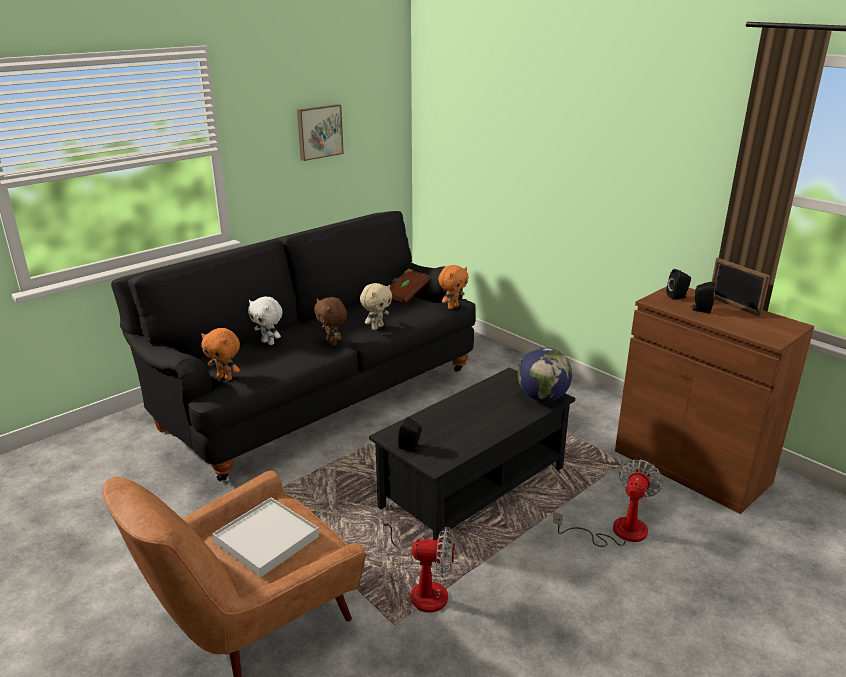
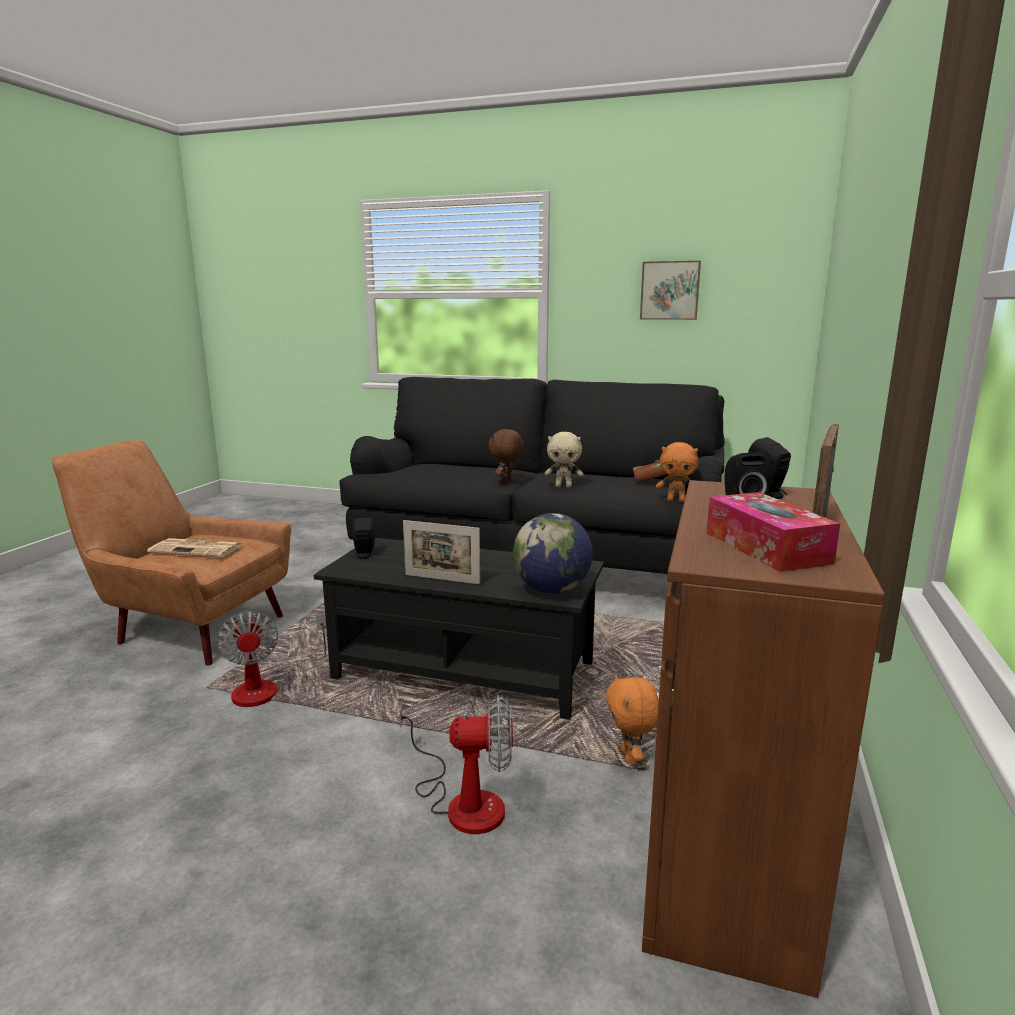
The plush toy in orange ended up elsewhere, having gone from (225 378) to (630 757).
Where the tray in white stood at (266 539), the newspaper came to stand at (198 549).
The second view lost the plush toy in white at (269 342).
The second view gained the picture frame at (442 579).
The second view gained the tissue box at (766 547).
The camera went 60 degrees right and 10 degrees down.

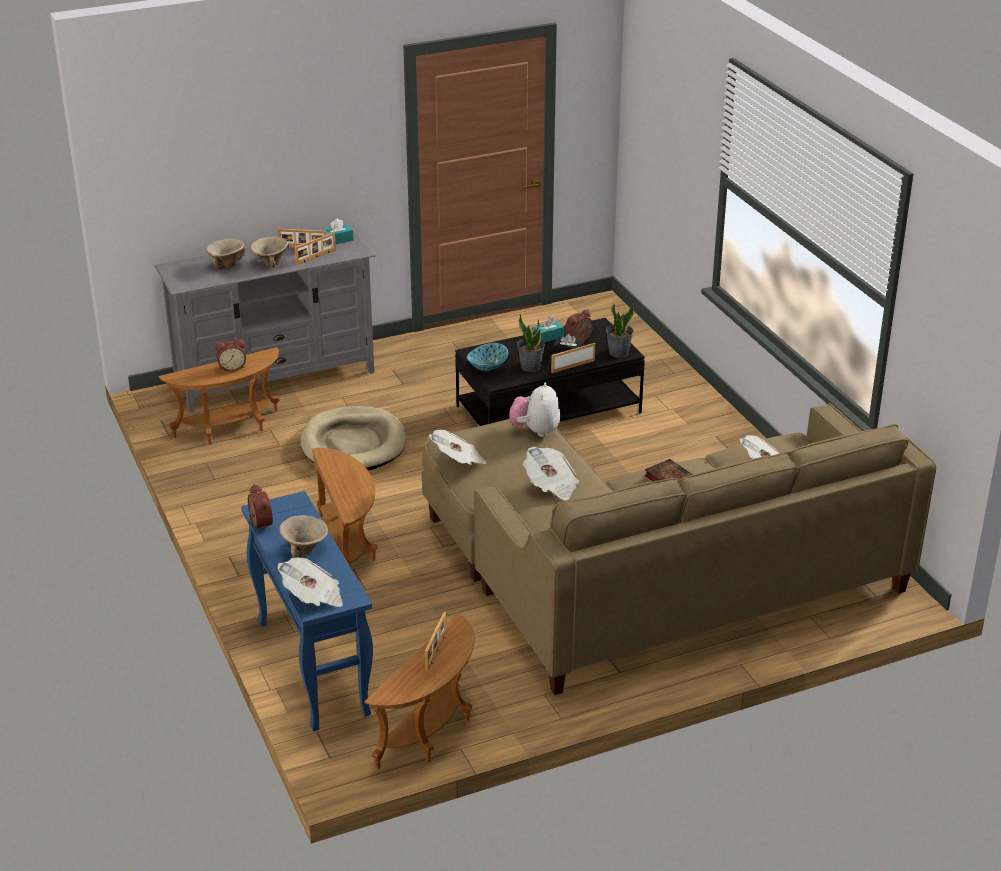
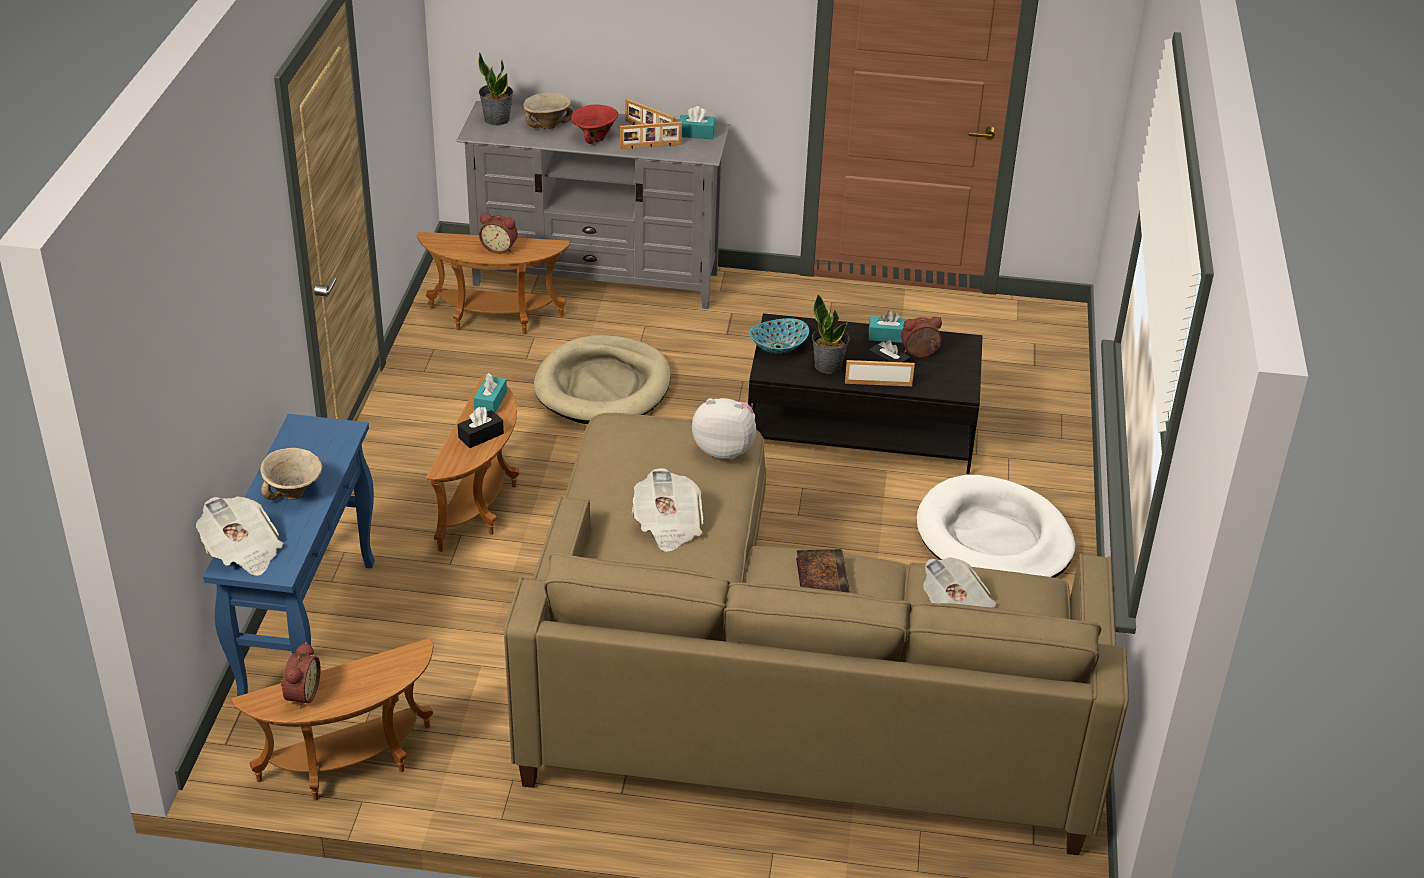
The alarm clock ended up elsewhere, having gone from (259 524) to (300 694).
What was the bowl in beige at (270 263) turned into the bowl in red at (594 137).
The second view lost the picture frame at (437 651).
The second view lost the newspaper at (458 460).
The plush toy at (535 431) ended up facing another way, 60 degrees clockwise from before.
The potted plant ended up elsewhere, having gone from (618 352) to (497 119).
The second view gained the tissue box in black at (481 436).
The second view gained the tissue box in turquoise at (490 402).
The second view gained the dog bed in white at (994 538).
The camera went 30 degrees right and 5 degrees up.

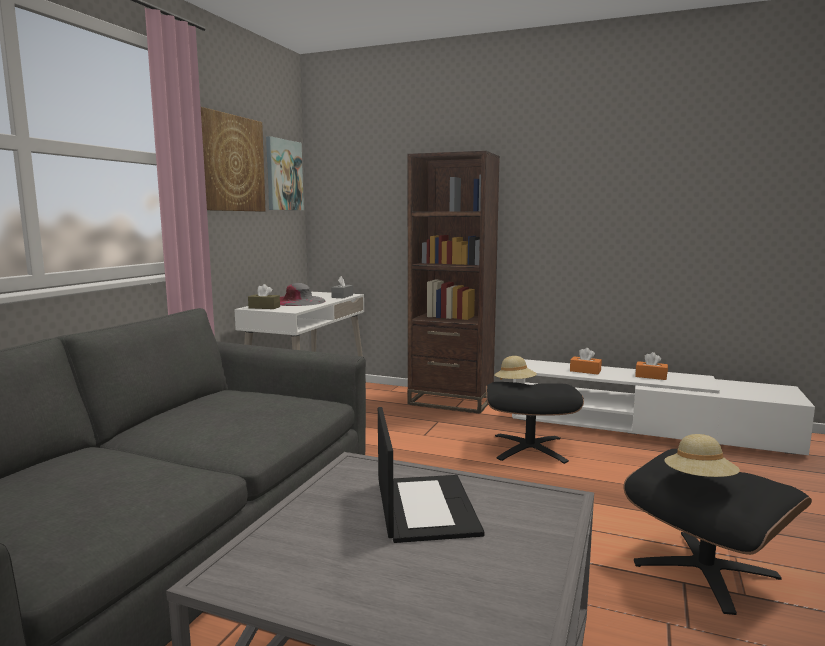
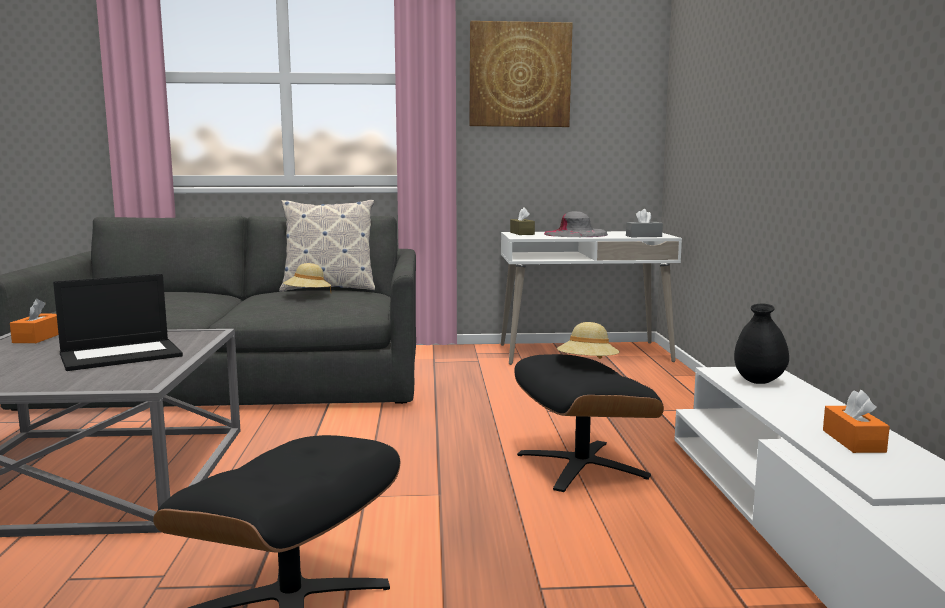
The second view lost the picture at (283 175).
The second view lost the bookcase in brown at (451 401).
The tissue box in orange ended up elsewhere, having gone from (585 371) to (38 338).
The hat in beige ended up elsewhere, having gone from (699 481) to (307 296).
The second view gained the pillow at (329 288).
The second view gained the vase in black at (759 381).
The camera went 65 degrees right and 0 degrees up.

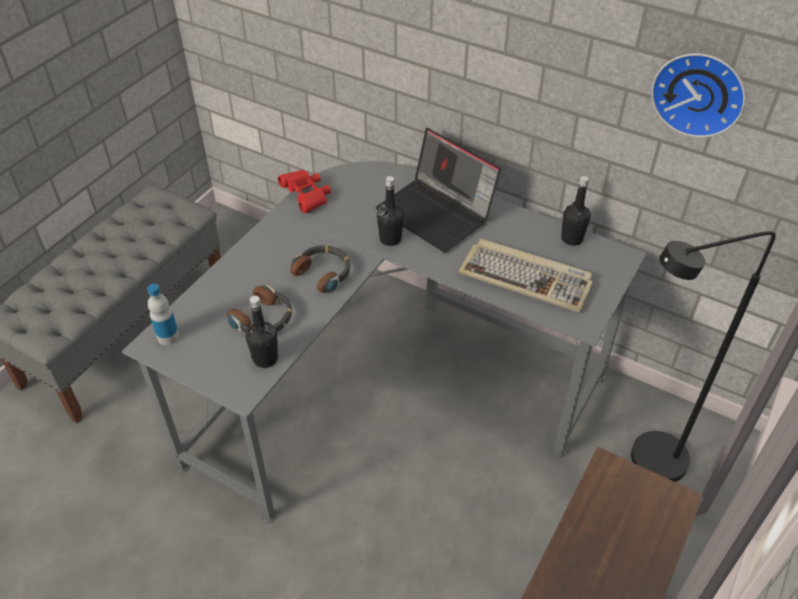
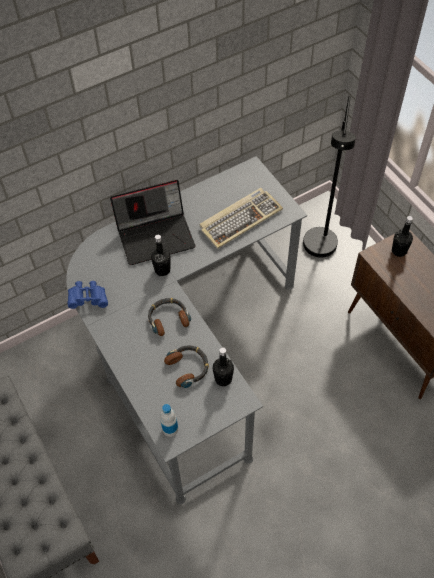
What was the binoculars in red at (307 197) turned into the binoculars in blue at (88 299).
The bottle in black ended up elsewhere, having gone from (571 239) to (399 251).
The second view lost the wall clock at (699 92).
The camera went 60 degrees left and 10 degrees up.

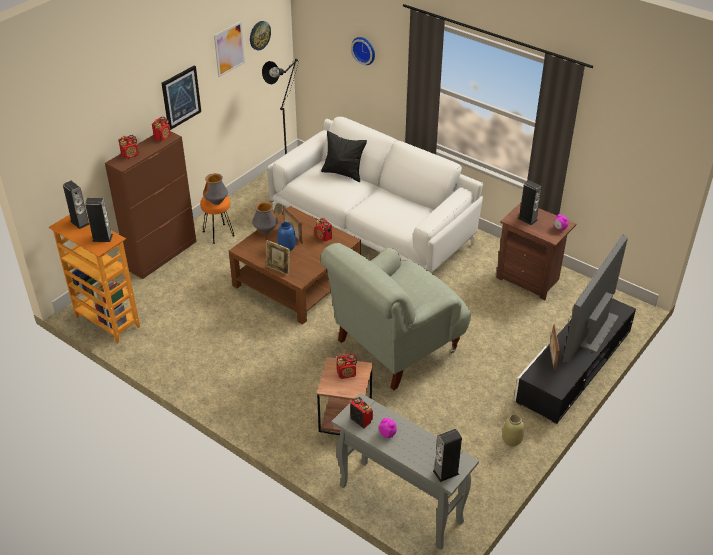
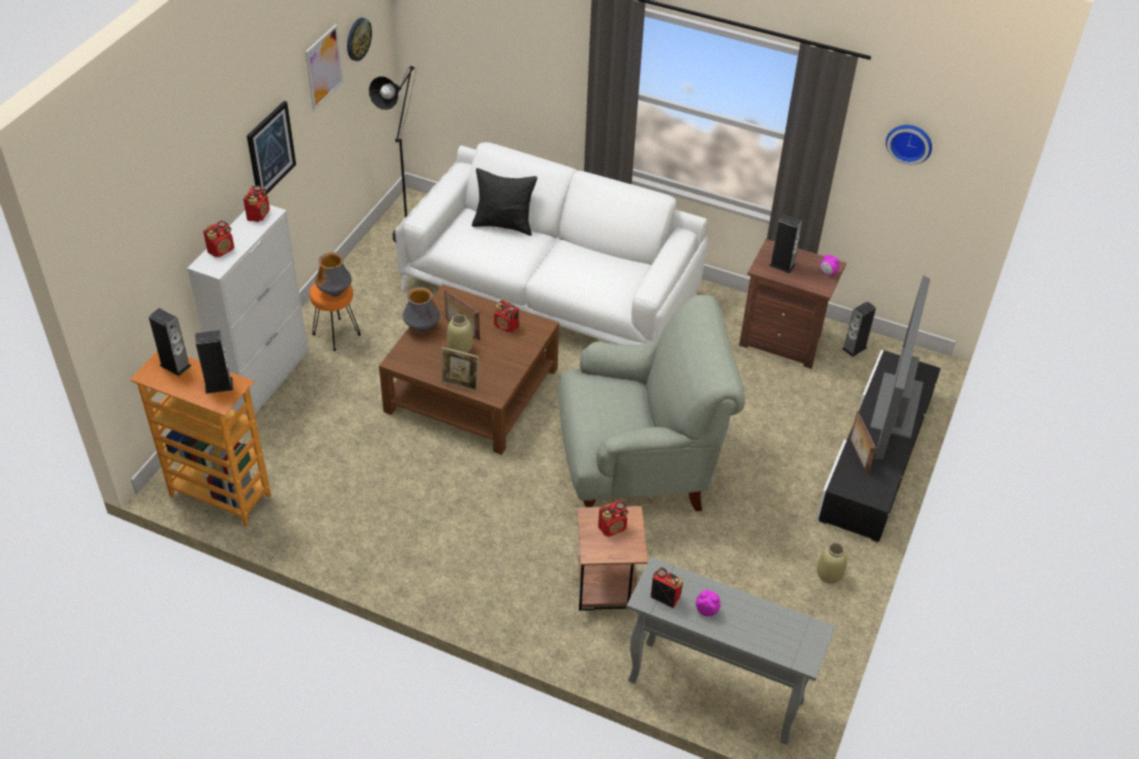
What was the cabinet in brown at (162 255) turned into the cabinet in white at (265 379).
What was the vase in blue at (287 247) turned into the vase in beige at (460 348).
The armchair in grey at (395 347) ended up facing another way, 135 degrees counterclockwise from before.
The wall clock ended up elsewhere, having gone from (364 50) to (909 142).
The speaker ended up elsewhere, having gone from (446 472) to (854 348).
The camera went 15 degrees left and 5 degrees up.

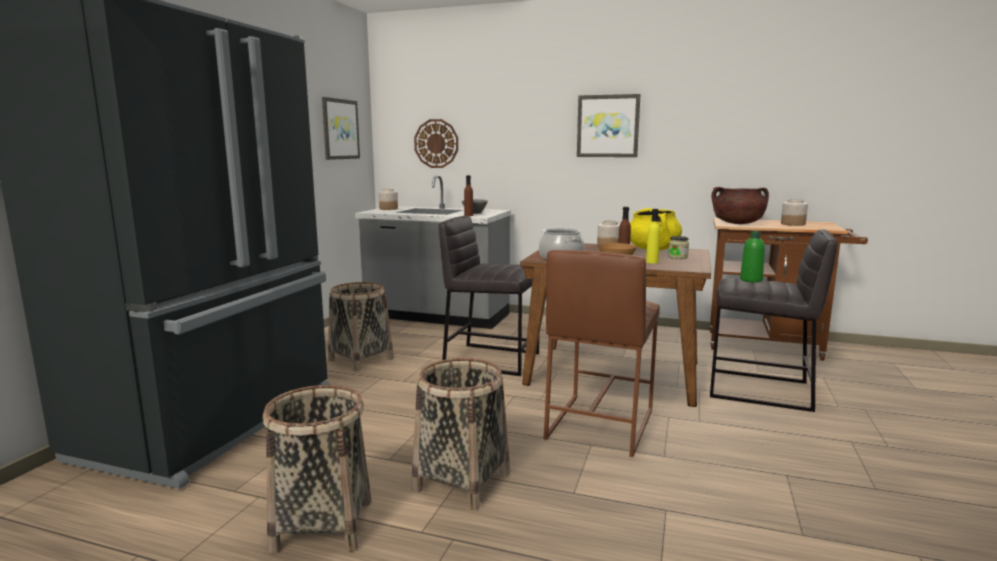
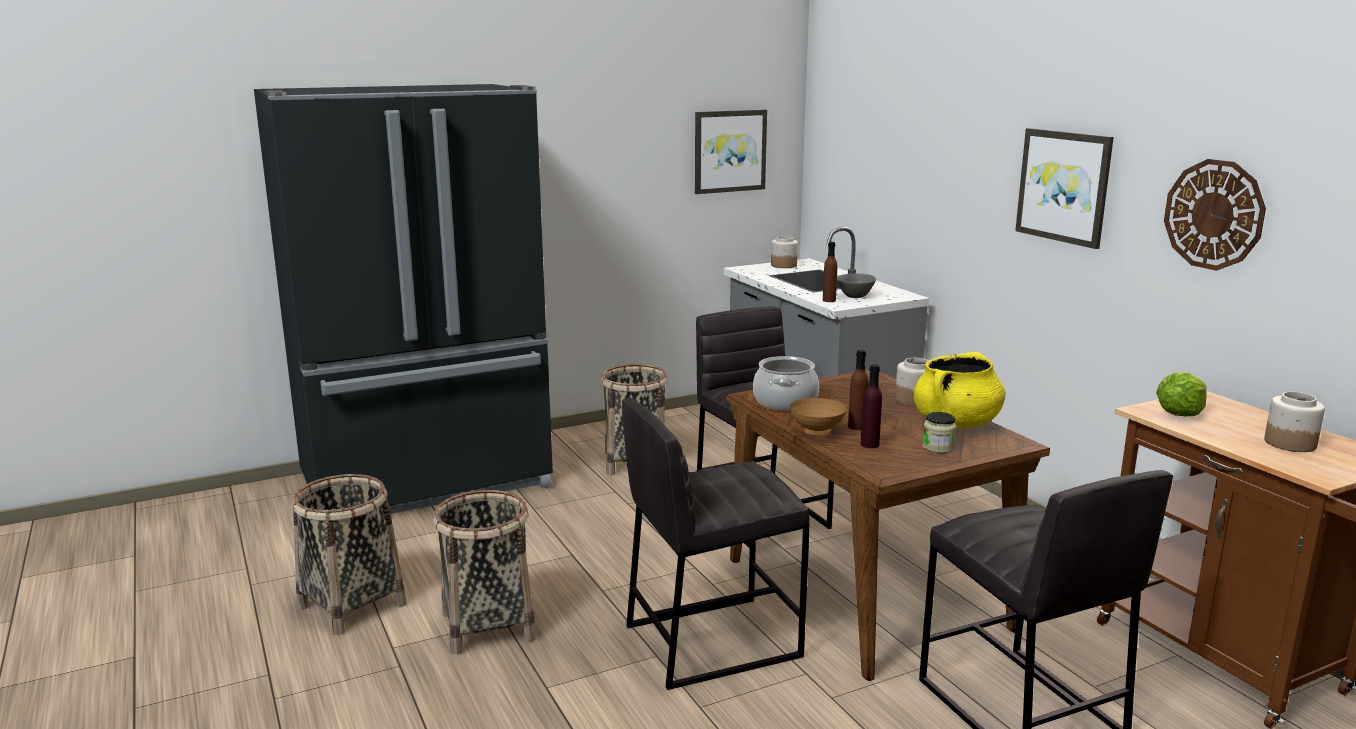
The wall clock ended up elsewhere, having gone from (436 143) to (1214 214).
What was the stool in brown at (598 424) turned into the stool in grey at (710 640).
What was the bottle in yellow at (652 262) turned into the bottle in purple at (869 444).
Where the cooking pot in brown stood at (737 223), the lettuce came to stand at (1180 413).
The second view lost the bottle in green at (751 280).
The camera went 45 degrees right and 5 degrees up.

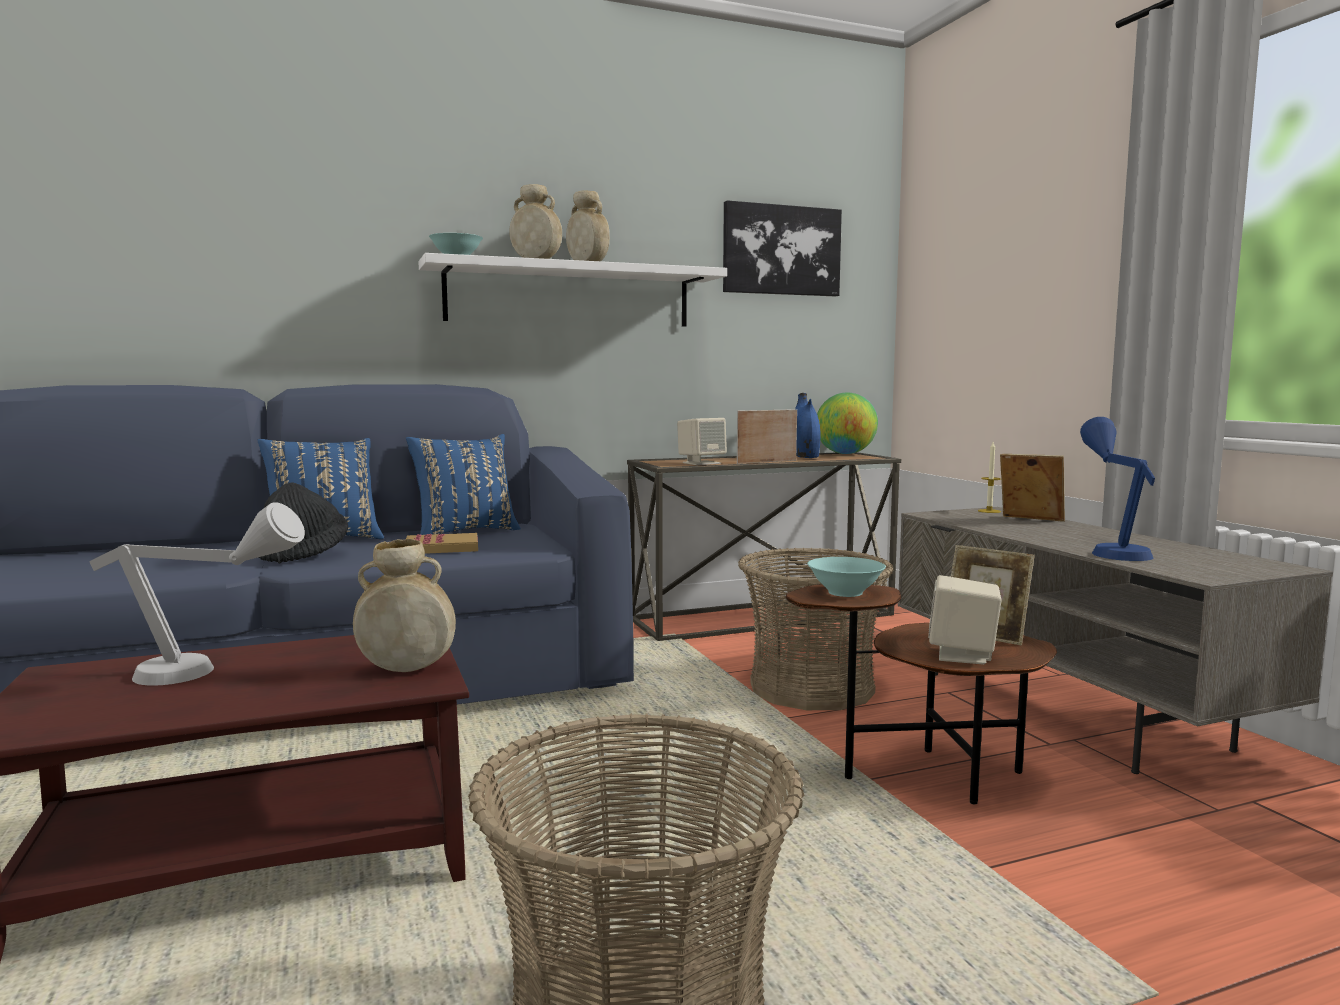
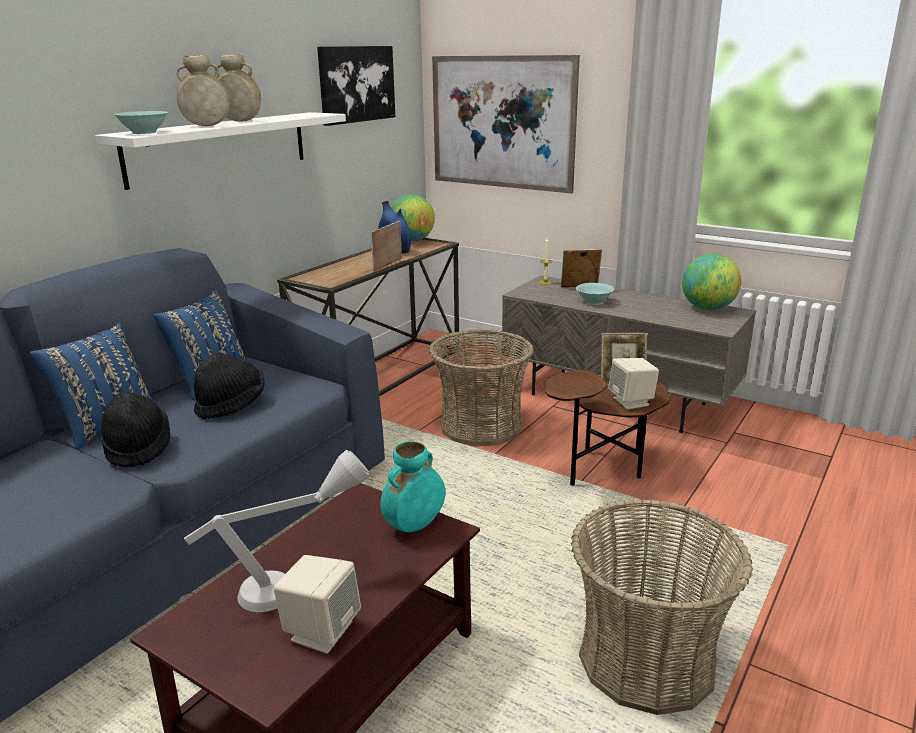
What was the vase in beige at (407 669) turned into the vase in turquoise at (414 526).
Where the book stood at (442 547), the hat in black came to stand at (231 405).
The speaker in beige ended up elsewhere, having gone from (701 463) to (321 631).
The bowl in turquoise ended up elsewhere, having gone from (846 592) to (594 301).
The second view lost the table lamp in blue at (1112 549).
The second view gained the picture at (501 122).
The second view gained the globe at (708 308).
The camera went 35 degrees left and 15 degrees up.

